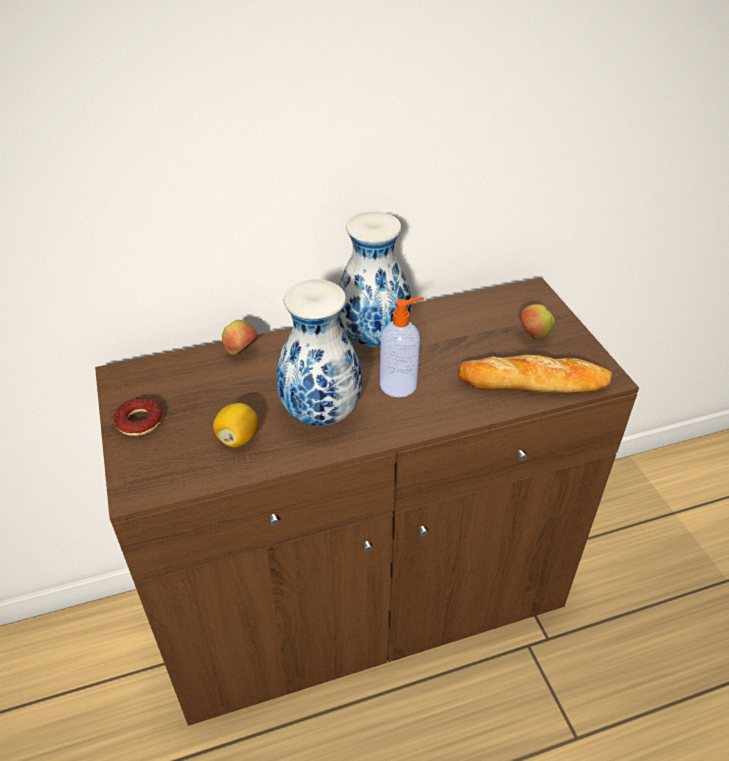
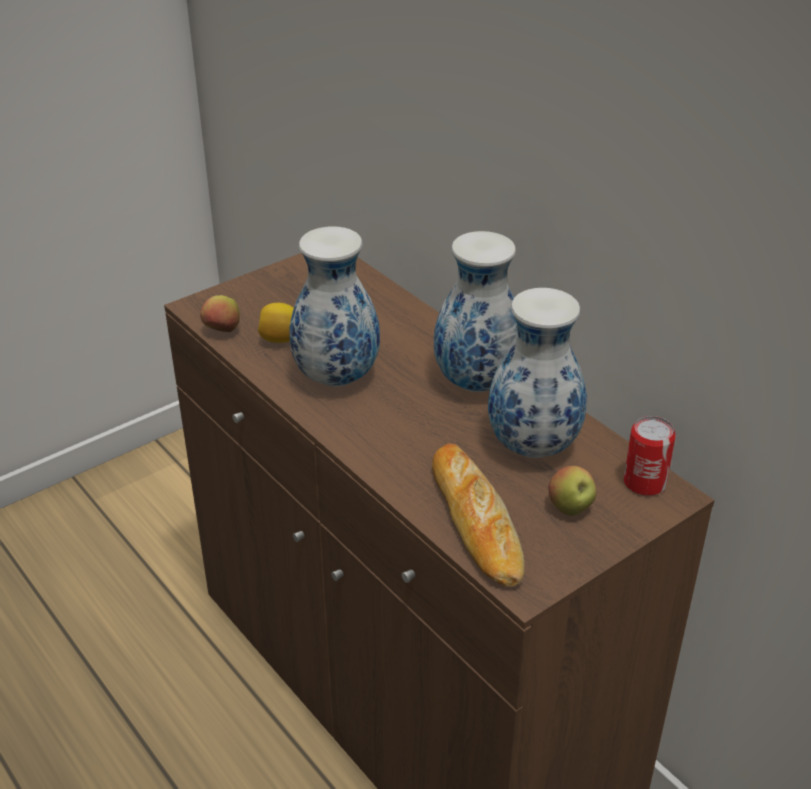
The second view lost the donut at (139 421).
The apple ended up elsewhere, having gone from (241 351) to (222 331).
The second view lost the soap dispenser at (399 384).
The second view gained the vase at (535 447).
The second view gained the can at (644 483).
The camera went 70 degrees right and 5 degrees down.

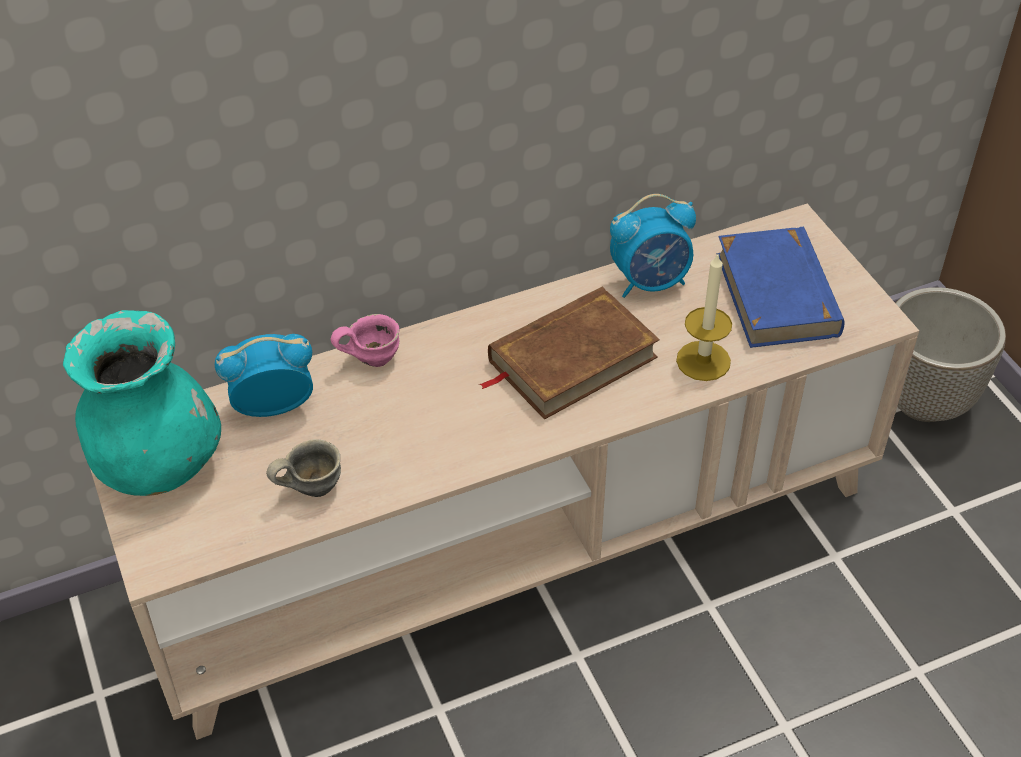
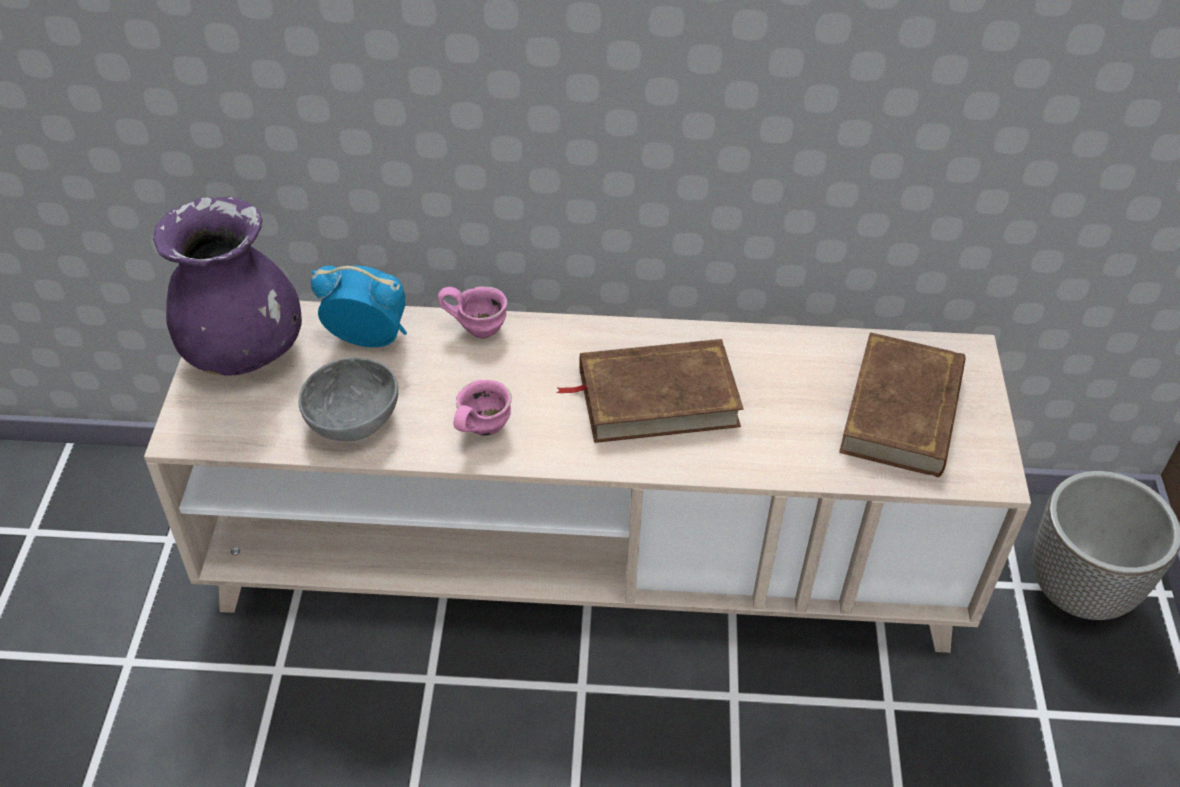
What was the vase in turquoise at (158 464) turned into the vase in purple at (243 350).
Where the mug in grey stood at (310 487), the bowl in grey came to stand at (351 420).
The second view lost the alarm clock at (650 282).
The second view lost the candle at (703 361).
What was the book in blue at (777 293) turned into the book in brown at (903 411).
The second view gained the mug in pink at (480 429).
The camera went 25 degrees right and 0 degrees up.

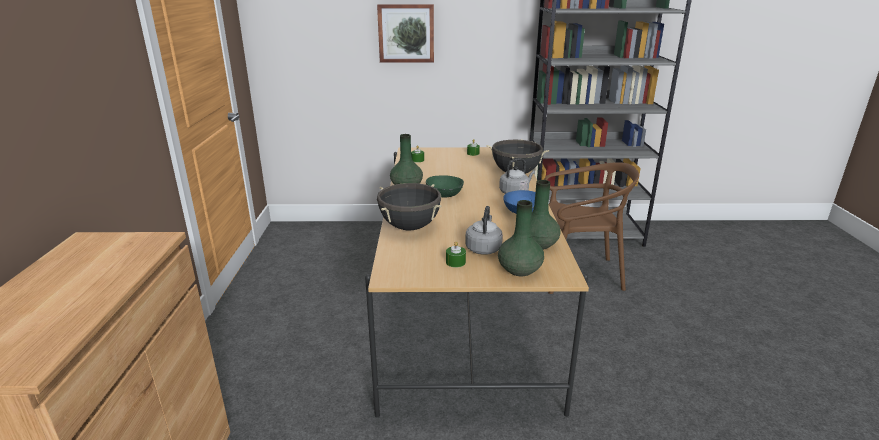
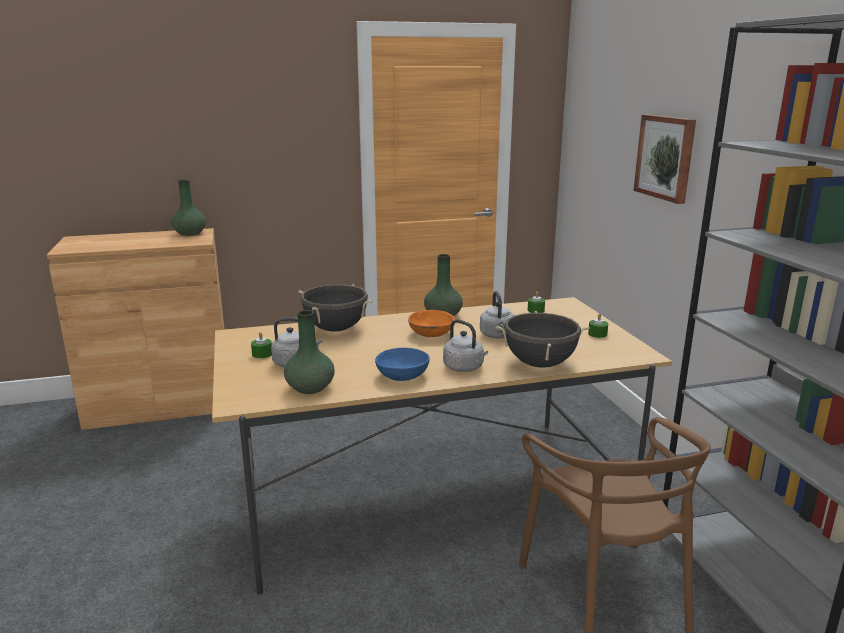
What was the bowl in green at (444 194) turned into the bowl in orange at (430 333).
The vase in green ended up elsewhere, having gone from (519 270) to (189 233).
The second view gained the kettle in grey at (497 336).
The camera went 75 degrees right and 5 degrees down.

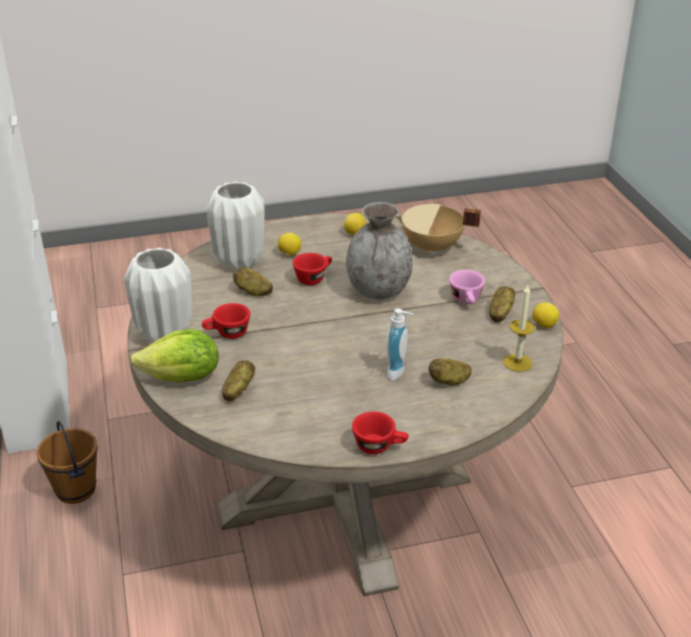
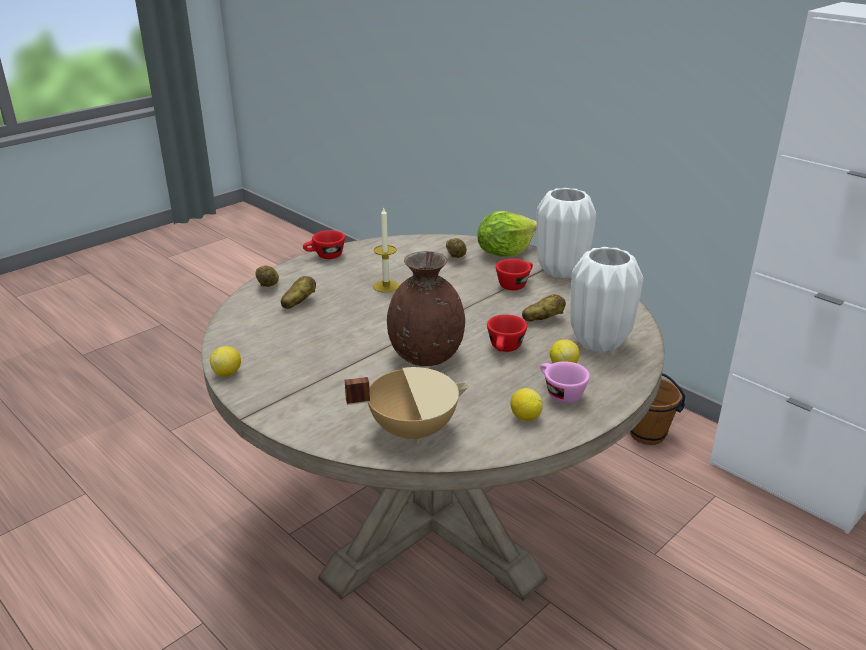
What was the vase in grey at (379 291) turned into the vase in brown at (425 356).
The second view lost the soap dispenser at (399 372).
The cup in pink ended up elsewhere, having gone from (467 301) to (559 393).
The potato ended up elsewhere, having gone from (500 313) to (268 285).
The candle ended up elsewhere, having gone from (517 362) to (386 286).
The camera went 150 degrees right and 5 degrees down.

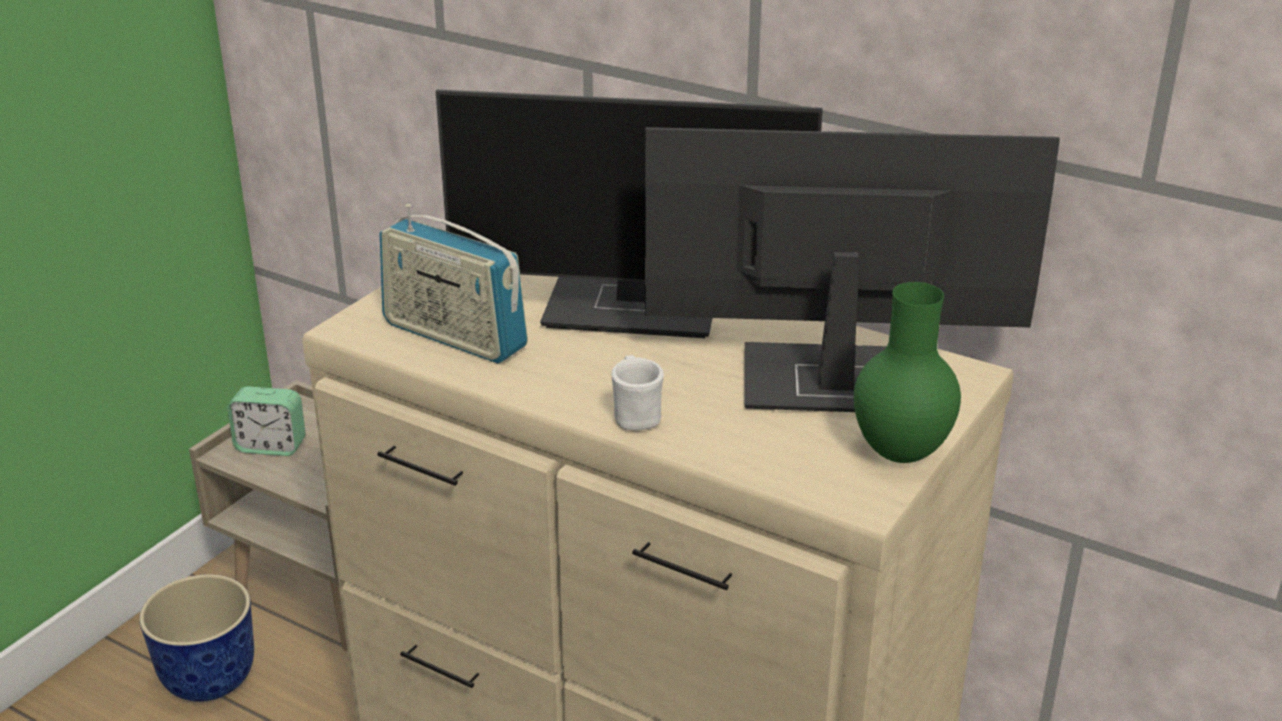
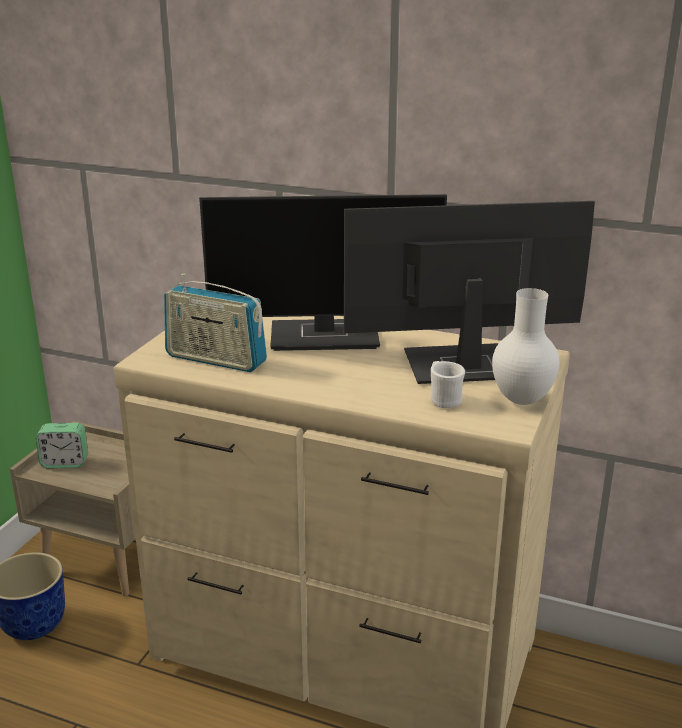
The mug in white ended up elsewhere, having gone from (635 415) to (443 400).
What was the vase in green at (898 454) turned into the vase in white at (520 401).
The camera went 10 degrees left and 5 degrees down.

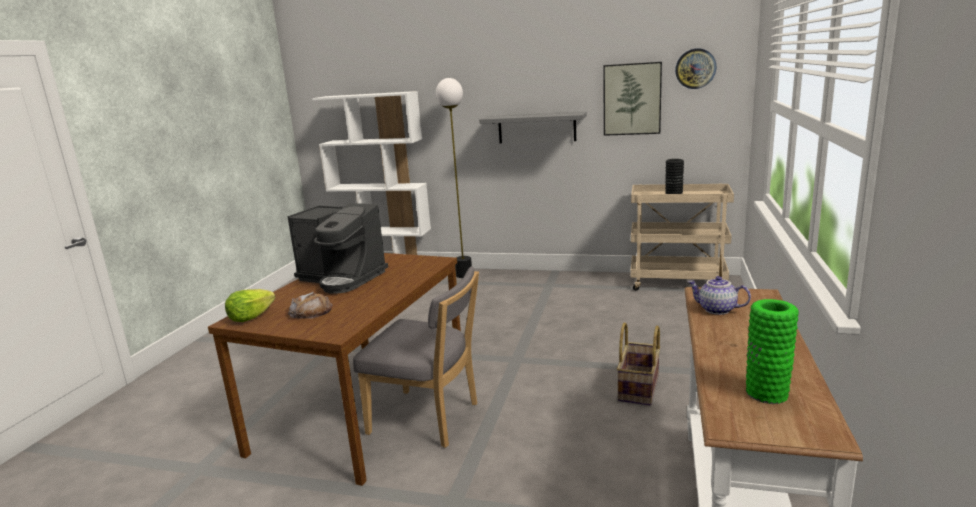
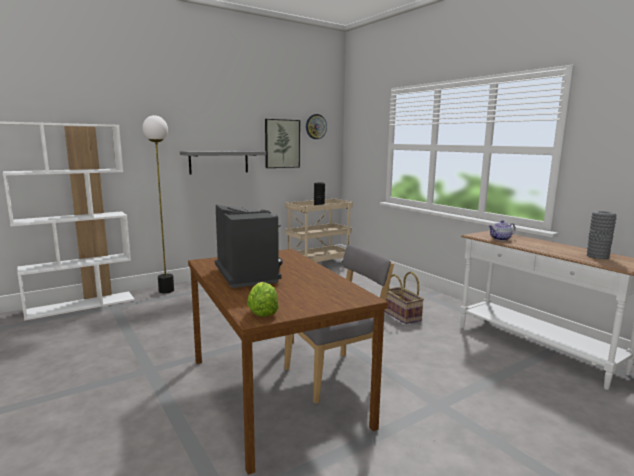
The coffee machine at (342 278) ended up facing another way, 90 degrees counterclockwise from before.
The second view lost the bread at (311 312).
What was the vase in green at (766 393) turned into the vase in grey at (597 256).
The camera went 50 degrees left and 5 degrees down.

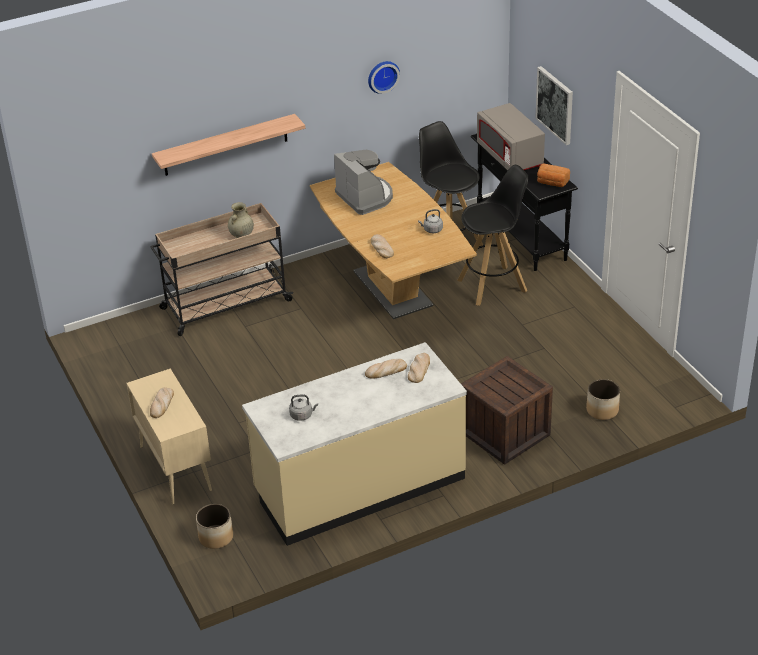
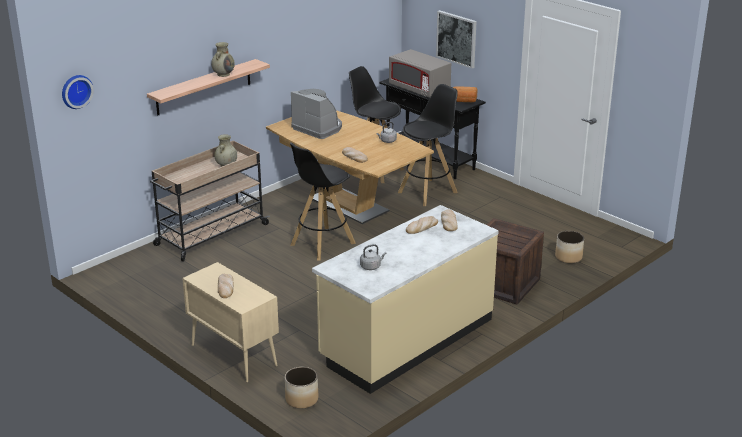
The wall clock ended up elsewhere, having gone from (382 76) to (76 91).
The second view gained the vase in beige at (223 74).
The second view gained the stool in black at (322 244).
The camera went 20 degrees left and 10 degrees down.

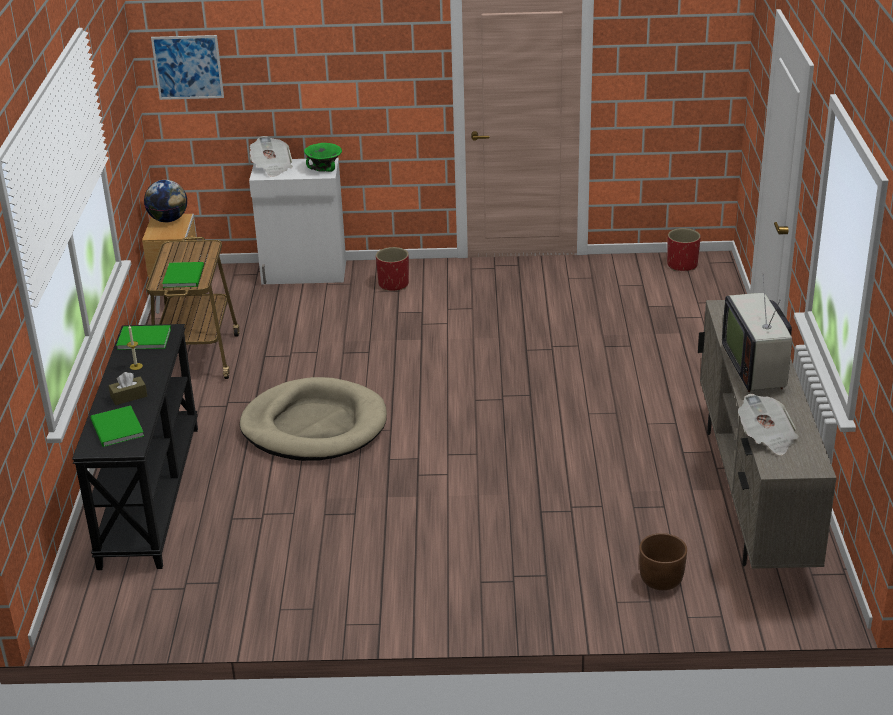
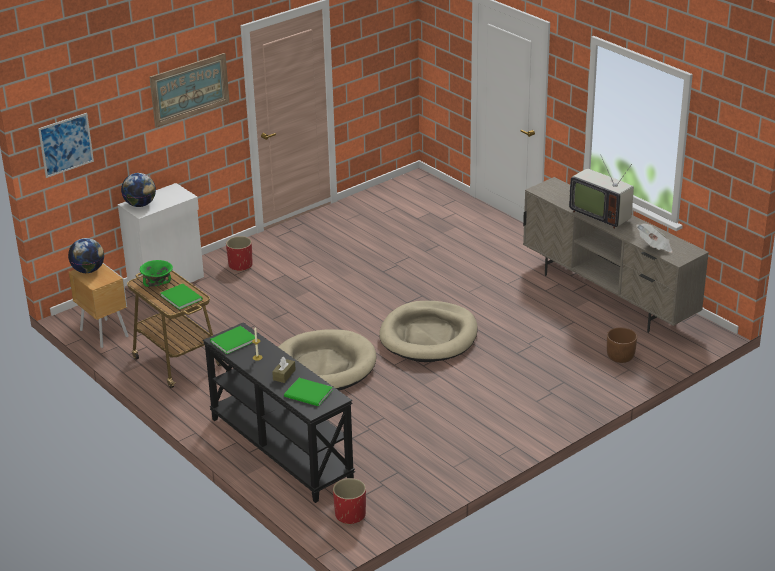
Where the newspaper stood at (272 167), the globe came to stand at (140 205).
The bowl in green ended up elsewhere, having gone from (323 169) to (157 283).
The planter in red ended up elsewhere, having gone from (682 265) to (350 515).
The second view gained the picture at (189 89).
The second view gained the dog bed in beige at (429 336).
The camera went 40 degrees left and 0 degrees up.

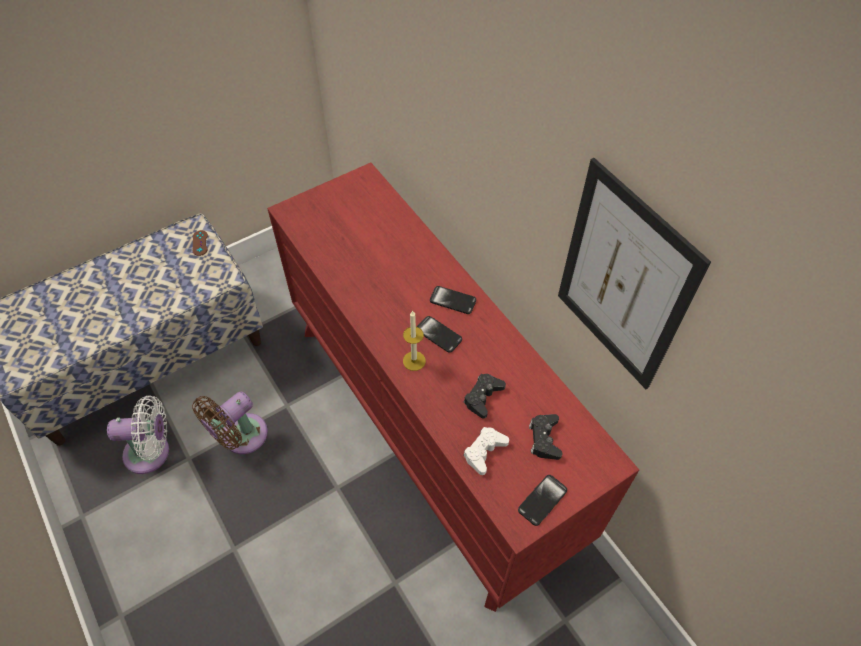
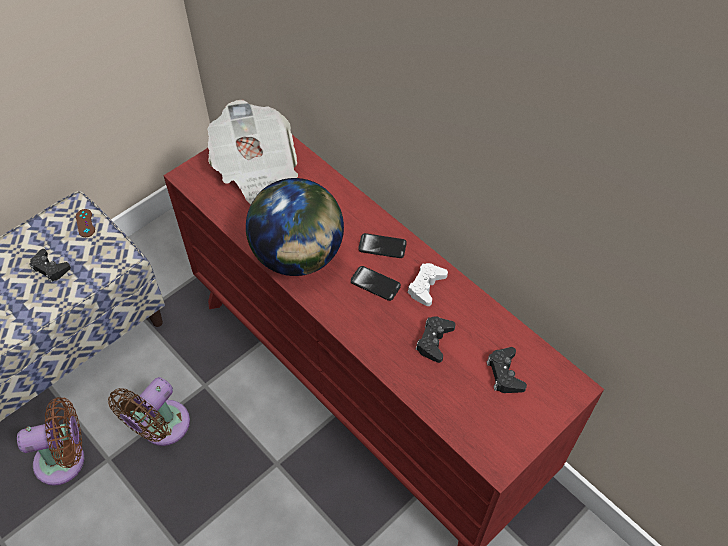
What was the fan in white at (152 452) turned into the fan in brown at (65 460).
The second view lost the candle at (414 361).
The game controller in white ended up elsewhere, having gone from (484 452) to (426 286).
The second view lost the phone at (542 500).
The second view lost the picture at (623 280).
The second view gained the game controller in black at (50 268).
The second view gained the newspaper at (255 170).
The second view gained the globe at (298 256).
The camera went 10 degrees left and 0 degrees up.

